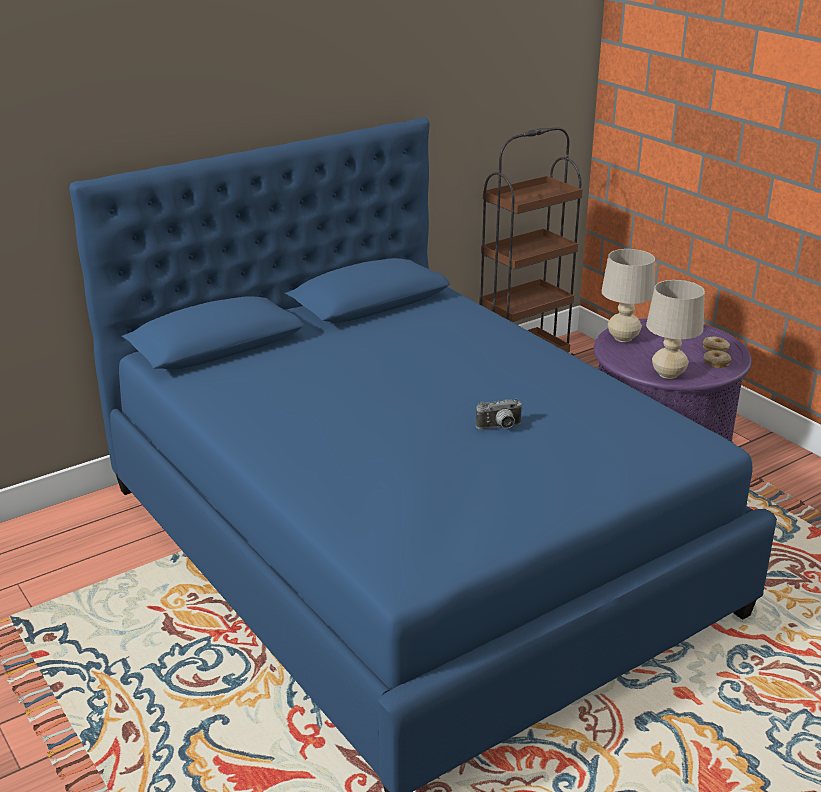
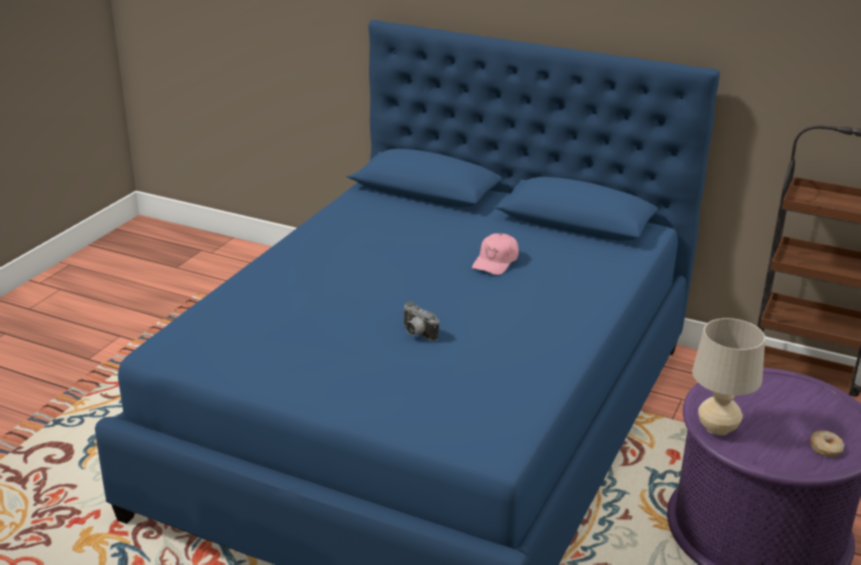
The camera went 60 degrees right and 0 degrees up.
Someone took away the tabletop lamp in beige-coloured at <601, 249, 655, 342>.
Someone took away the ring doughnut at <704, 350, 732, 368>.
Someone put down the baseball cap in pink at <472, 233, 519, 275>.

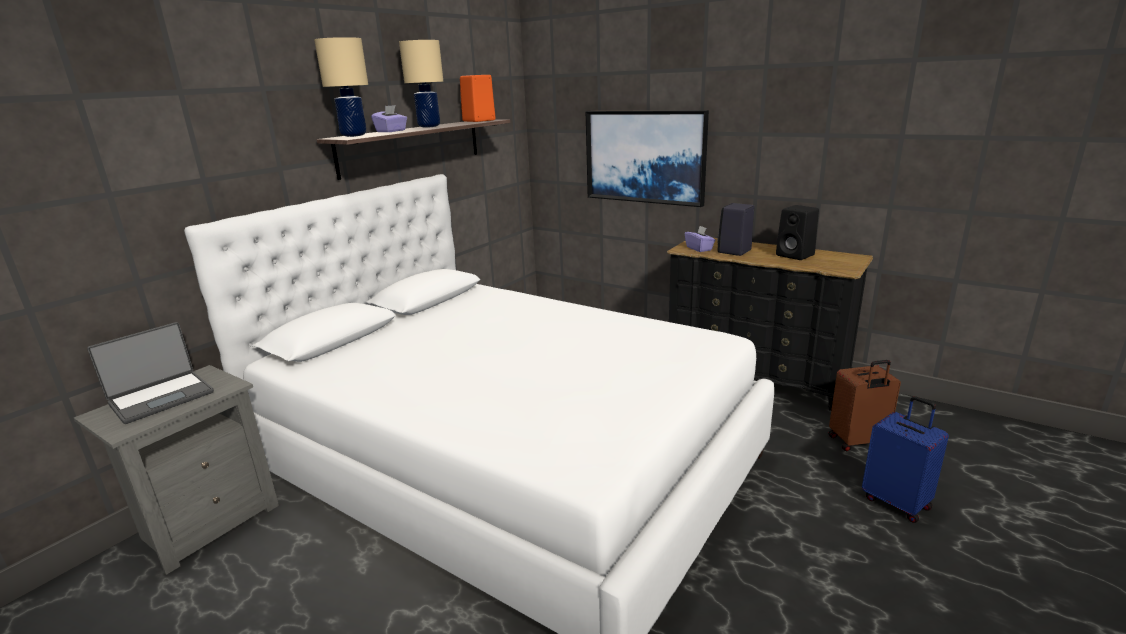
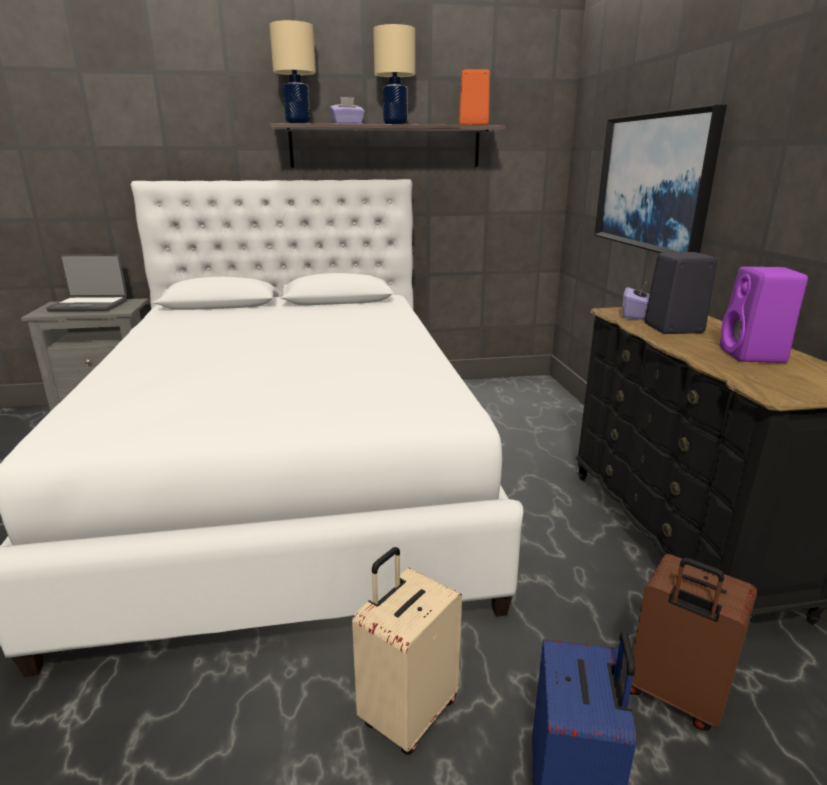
The camera went 45 degrees right and 0 degrees up.
Someone repainted the loudspeaker in black-coloured at <776, 205, 819, 260>, which became the loudspeaker in purplish at <720, 267, 808, 363>.
Someone put down the travel case in beige-coloured at <352, 547, 462, 755>.

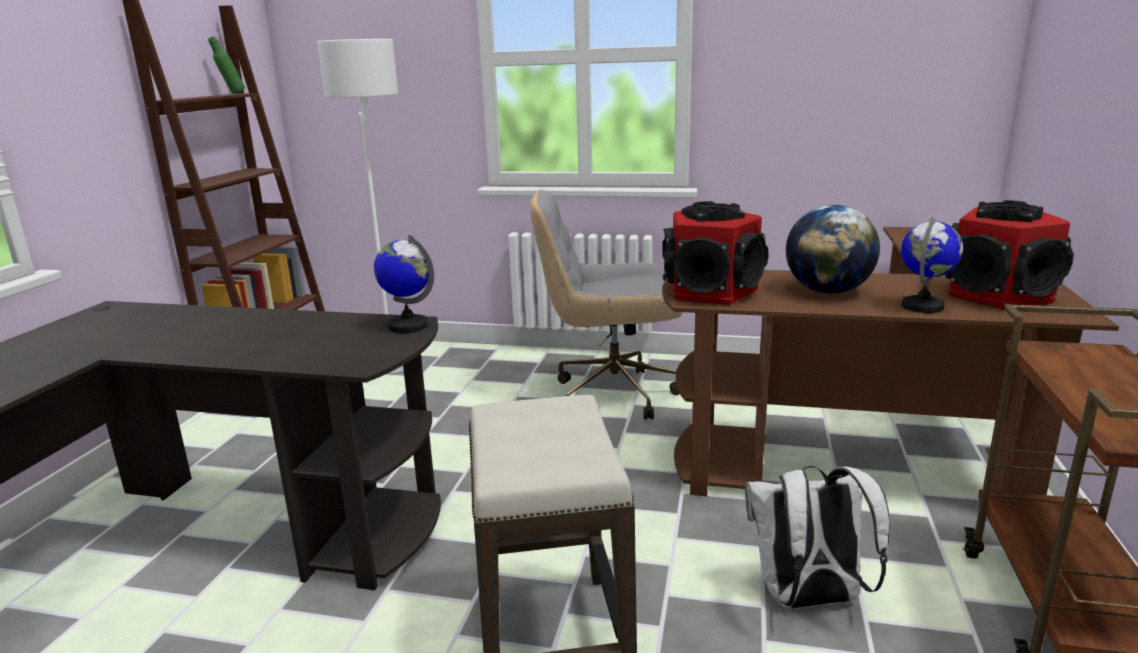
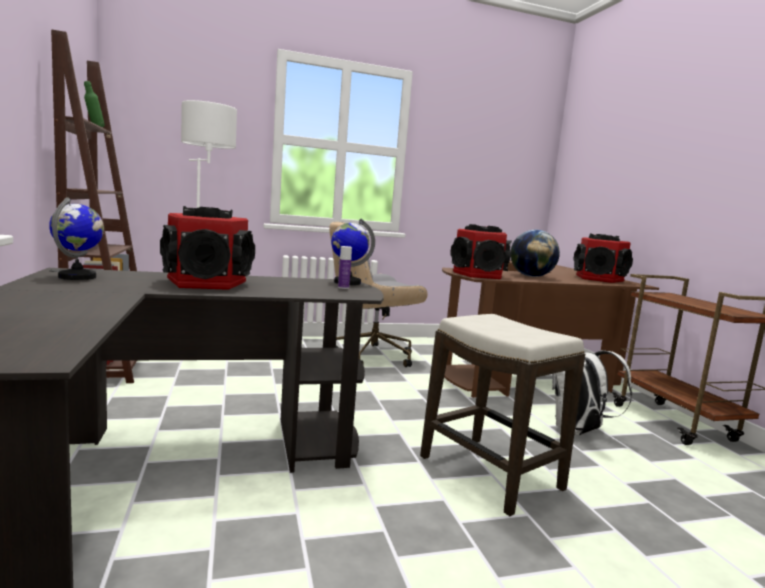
The camera went 30 degrees left and 10 degrees down.
Someone carried the globe from <901, 217, 963, 313> to <49, 197, 104, 280>.
Someone put down the loudspeaker at <160, 206, 255, 290>.
Someone put down the beverage bottle at <338, 246, 352, 289>.

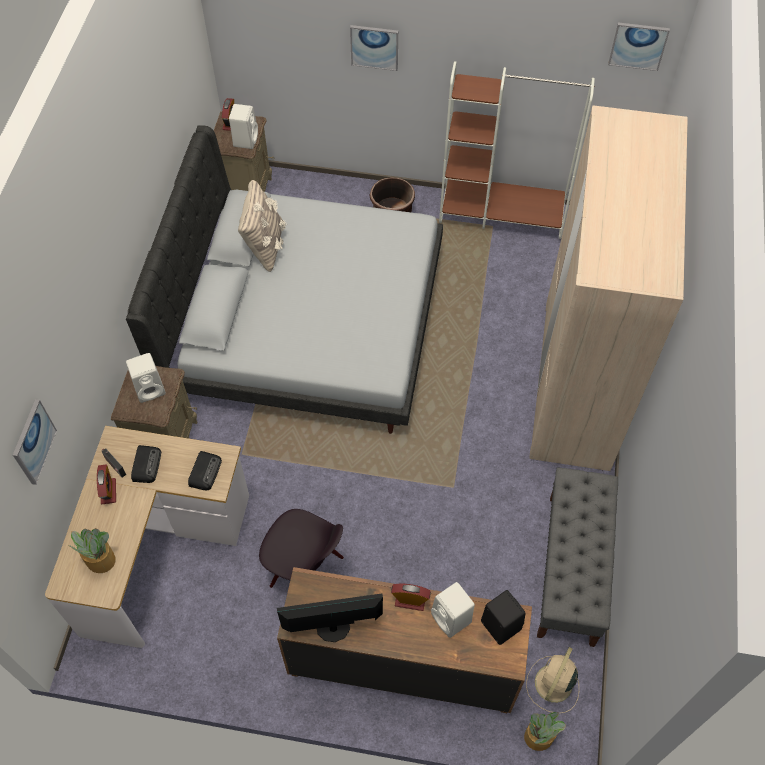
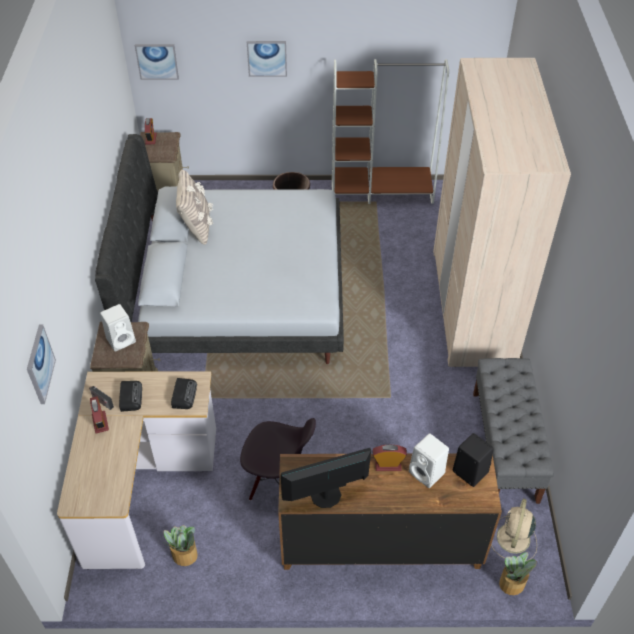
The camera went 10 degrees left and 10 degrees down.
Someone carried the wall art from <608, 23, 670, 71> to <135, 44, 179, 80>.
Someone took away the loudspeaker in white-coloured at <229, 104, 258, 149>.
Someone carried the potted plant from <69, 528, 116, 573> to <164, 525, 198, 566>.

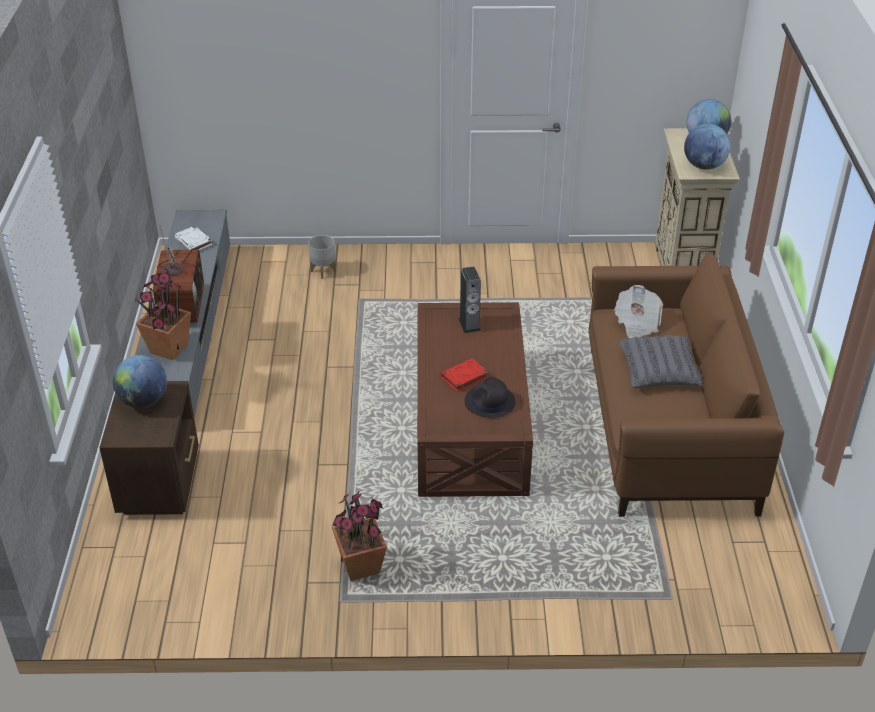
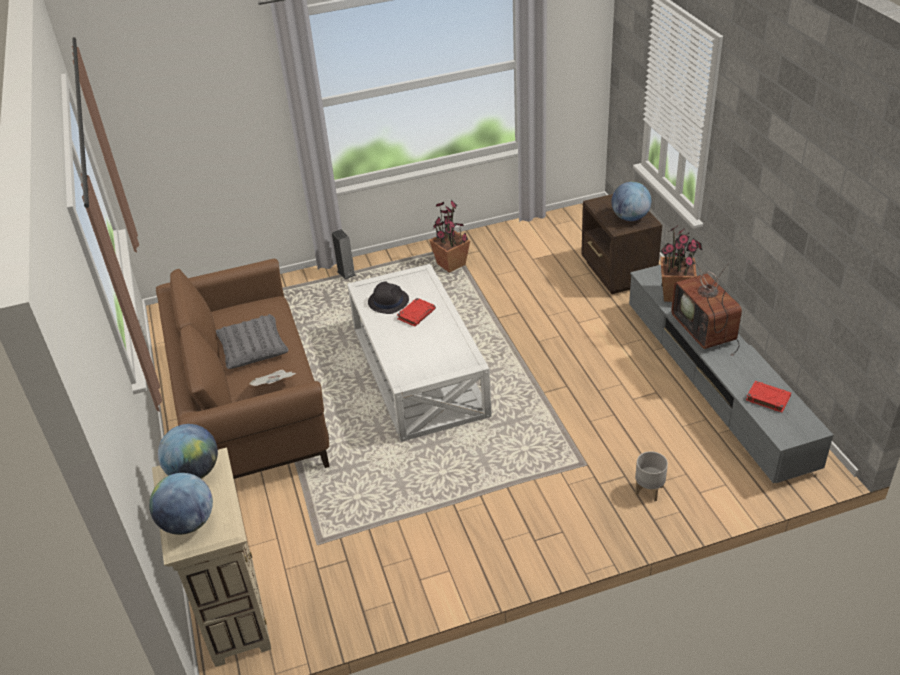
The camera went 165 degrees right and 0 degrees up.
Someone repainted the bound book in white-coloured at <174, 226, 213, 250>, which became the bound book in reddish at <746, 381, 791, 412>.
Someone carried the loudspeaker from <459, 267, 481, 333> to <332, 229, 356, 279>.
Someone repainted the low table in brownish at <417, 302, 533, 497>, which became the low table in white-coloured at <347, 264, 492, 442>.

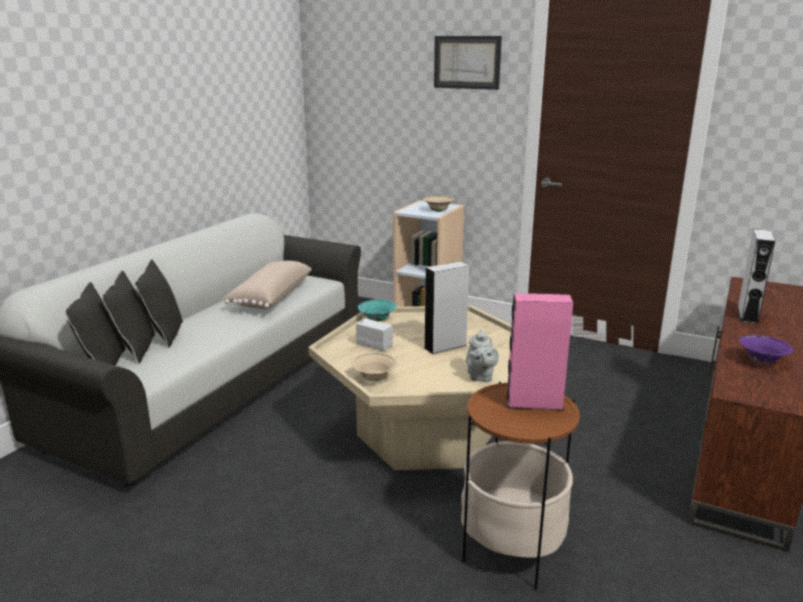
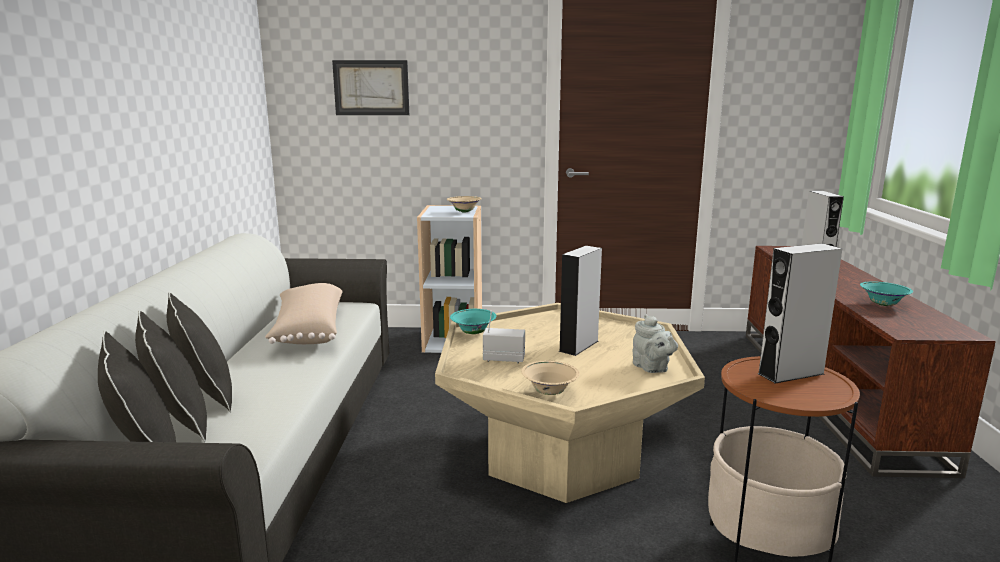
The camera went 25 degrees left and 5 degrees down.
Someone carried the wall art from <434, 36, 502, 90> to <332, 60, 409, 115>.
Someone repainted the loudspeaker in pink at <506, 293, 573, 410>, which became the loudspeaker in greyish at <757, 243, 842, 383>.
Someone repainted the deep dish in purplish at <739, 335, 793, 364>, which became the deep dish in turquoise at <860, 281, 913, 306>.

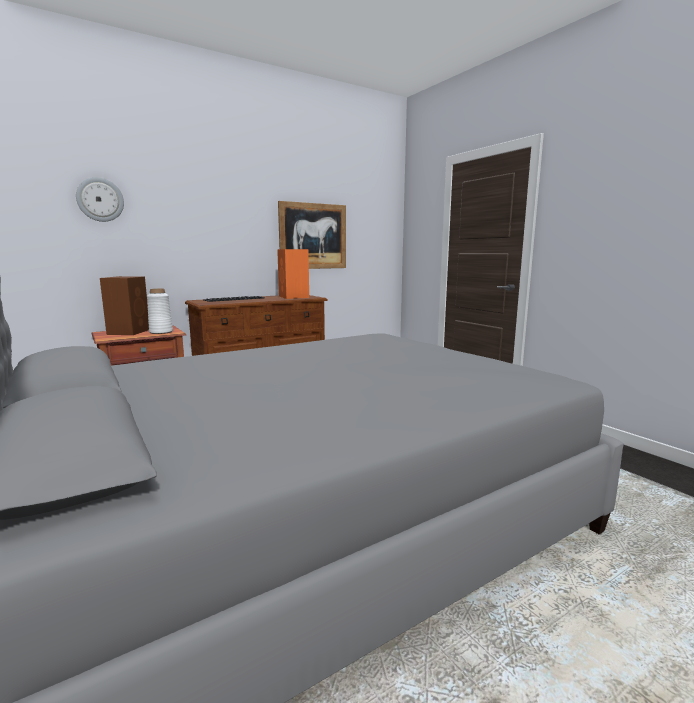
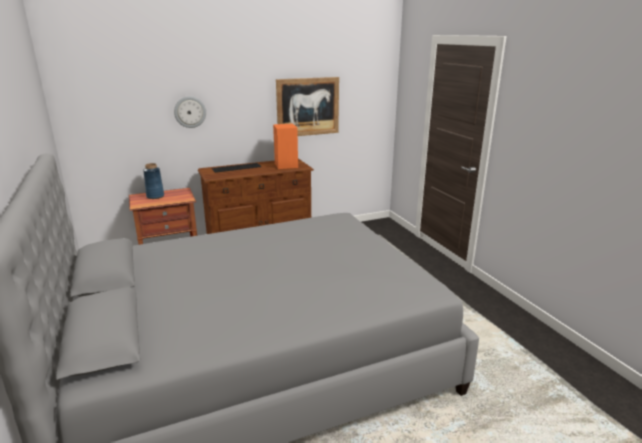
The camera went 10 degrees right and 10 degrees up.
Someone carried the wall clock from <76, 177, 124, 222> to <174, 96, 206, 128>.
Someone swapped the loudspeaker in brownish at <100, 276, 149, 335> for the vase in bluish at <143, 163, 164, 199>.
Someone took away the vase in white-coloured at <147, 289, 173, 334>.

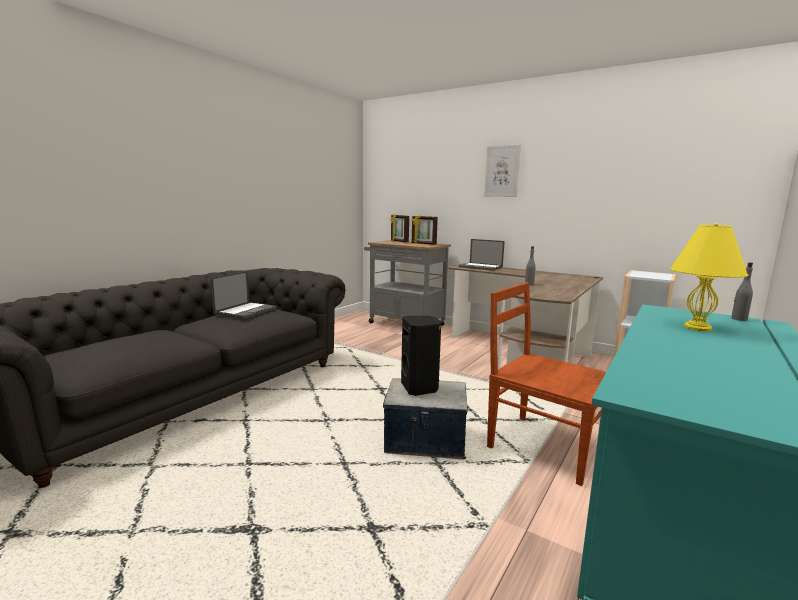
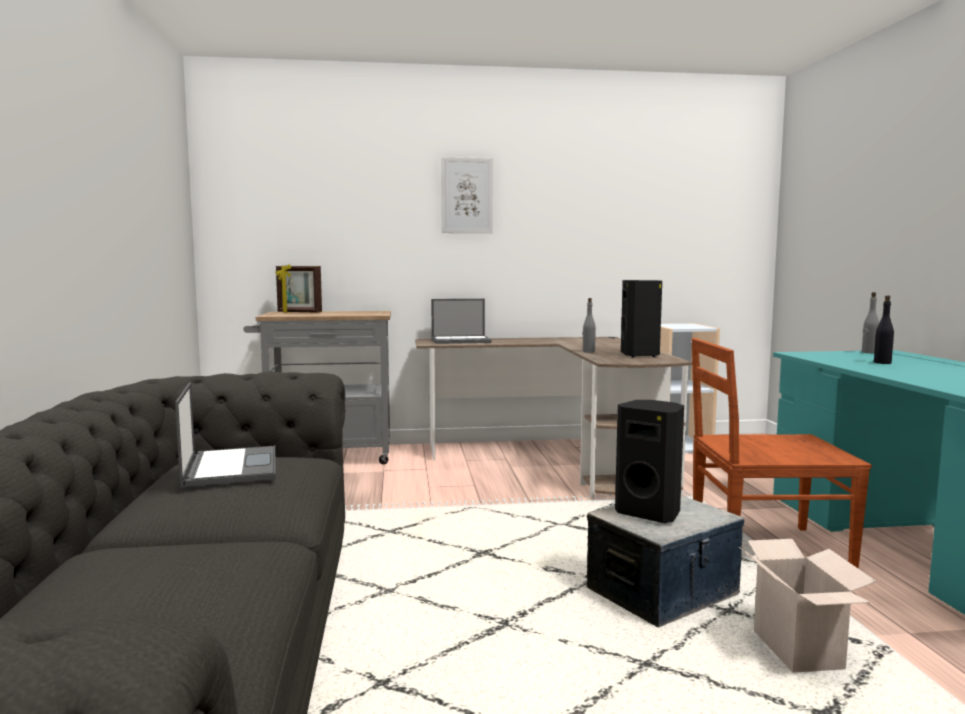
The camera went 40 degrees left and 5 degrees down.
Someone took away the photo frame at <412, 215, 438, 245>.
Someone swapped the tabletop lamp in yellowish at <670, 223, 748, 332> for the beverage bottle in black-coloured at <874, 296, 894, 364>.
Someone put down the loudspeaker in black-coloured at <621, 280, 662, 358>.
Someone put down the carton at <739, 539, 877, 673>.

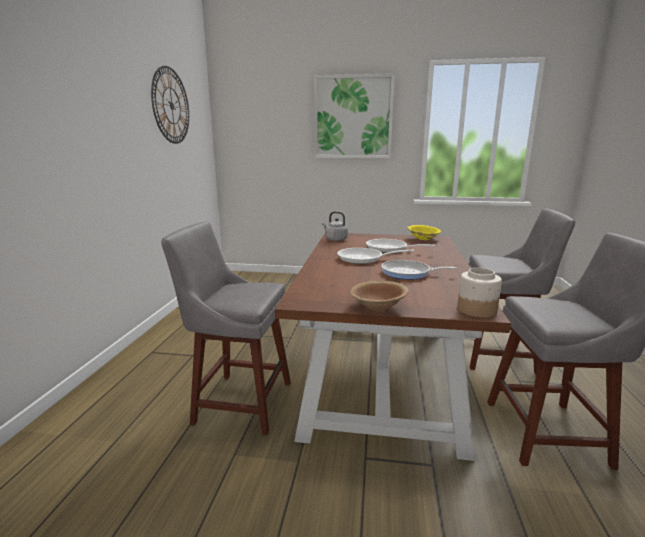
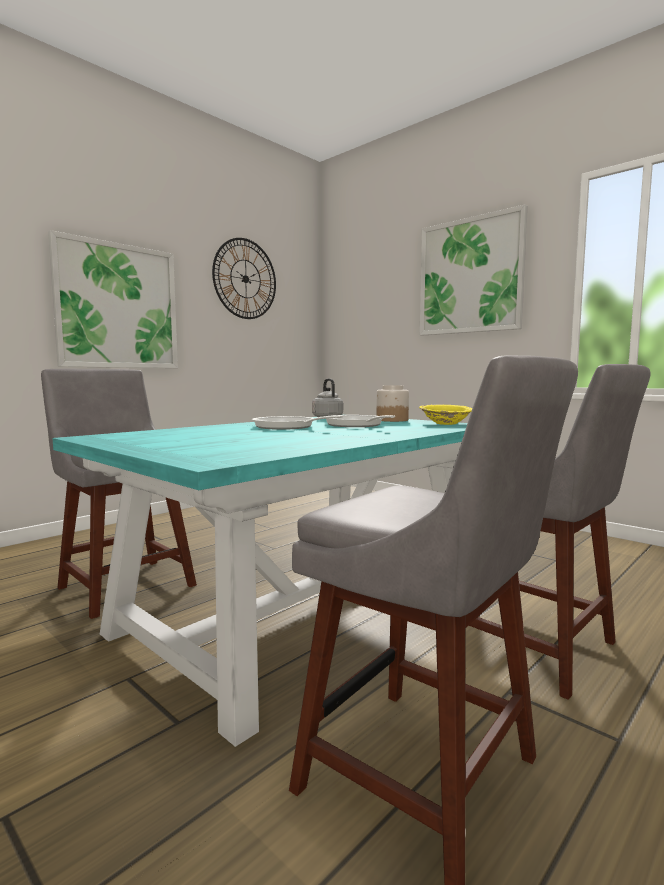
The camera went 35 degrees right and 10 degrees down.
Someone repainted the kitchen table in brownish at <275, 233, 511, 461>, which became the kitchen table in turquoise at <53, 417, 467, 747>.
Someone took away the skillet at <381, 260, 456, 280>.
Someone carried the preserve jar from <457, 268, 502, 318> to <376, 385, 409, 422>.
Someone took away the deep dish in brownish at <350, 281, 409, 310>.
Someone put up the wall art at <48, 230, 178, 368>.

